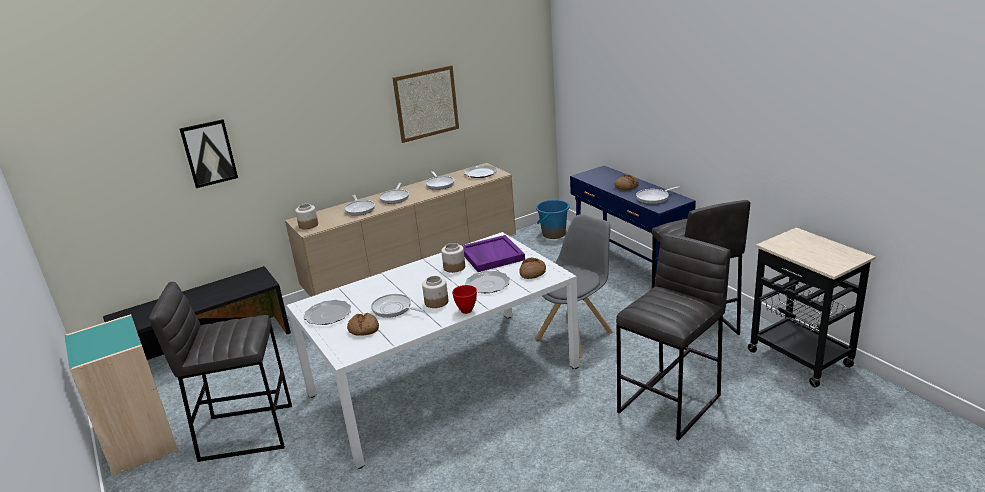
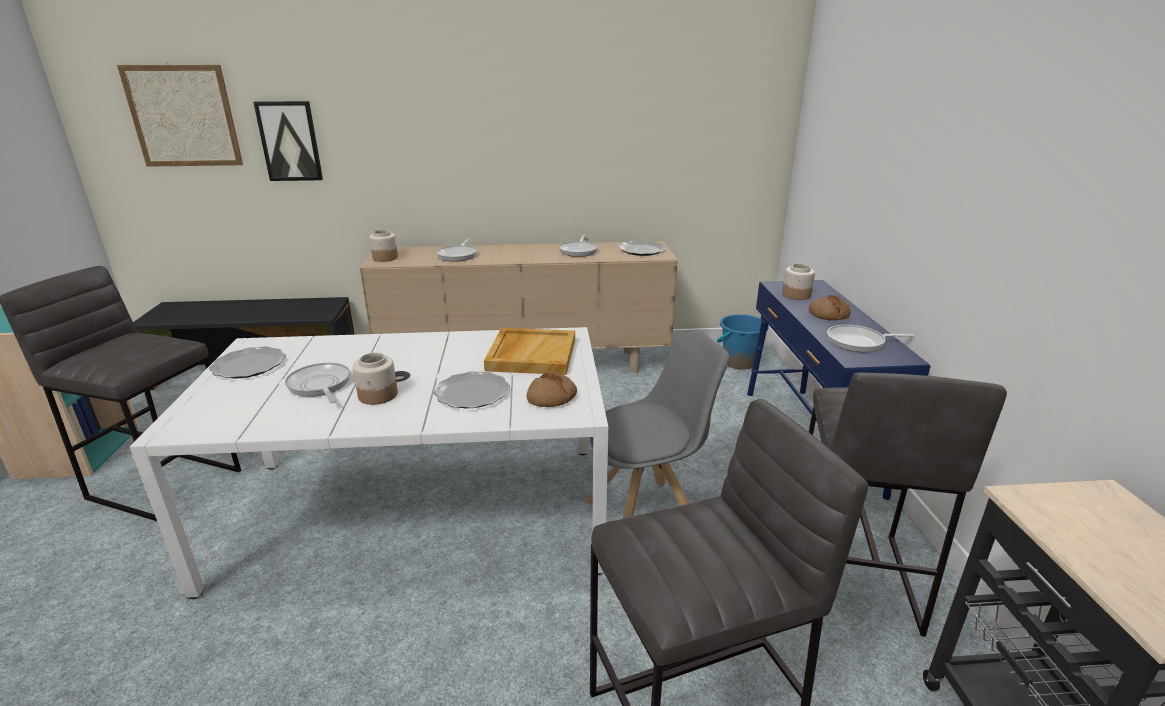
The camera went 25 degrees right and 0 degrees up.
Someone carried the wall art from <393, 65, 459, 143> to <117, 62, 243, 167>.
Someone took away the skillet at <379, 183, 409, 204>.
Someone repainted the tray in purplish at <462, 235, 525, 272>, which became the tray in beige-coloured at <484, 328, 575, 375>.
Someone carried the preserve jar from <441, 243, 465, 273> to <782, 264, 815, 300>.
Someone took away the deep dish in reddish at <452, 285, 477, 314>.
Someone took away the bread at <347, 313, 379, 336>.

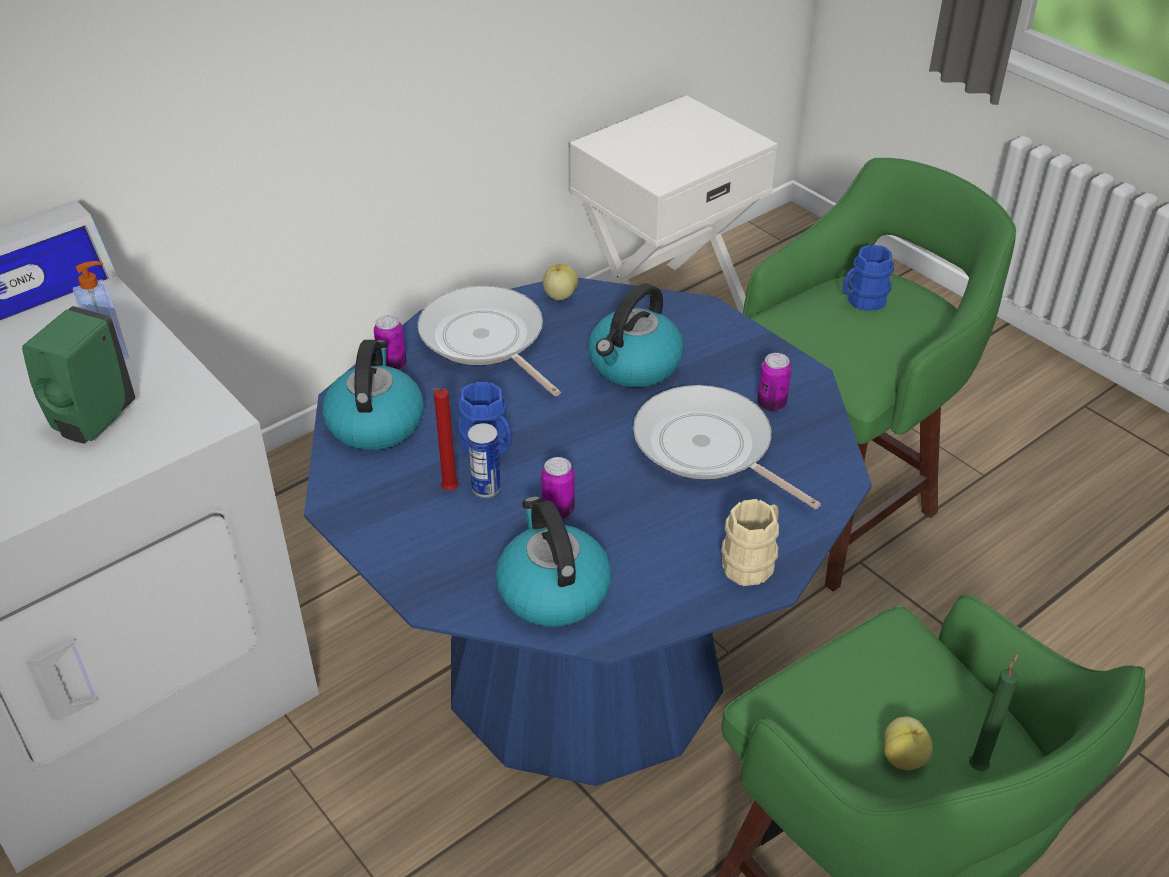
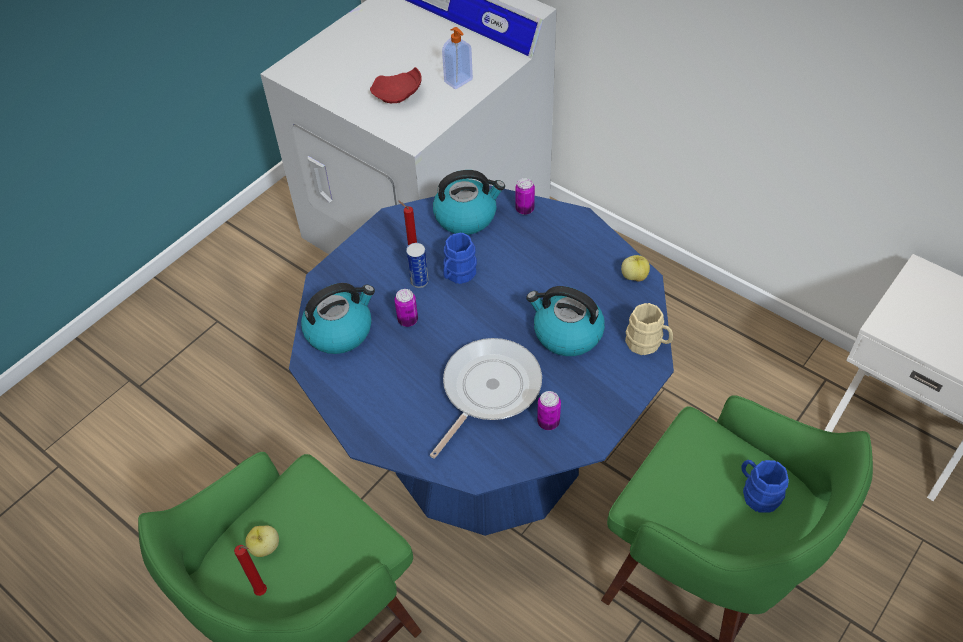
The camera went 80 degrees right and 10 degrees up.
Someone took away the skillet at <418, 286, 561, 396>.
Someone swapped the soap bottle in greenish at <22, 306, 135, 444> for the flat dish in reddish at <370, 67, 422, 103>.
Someone carried the mug in beige-coloured from <721, 499, 779, 586> to <625, 303, 673, 355>.
Someone repainted the wax light in greenish at <969, 652, 1019, 771>, which became the wax light in reddish at <234, 545, 267, 596>.

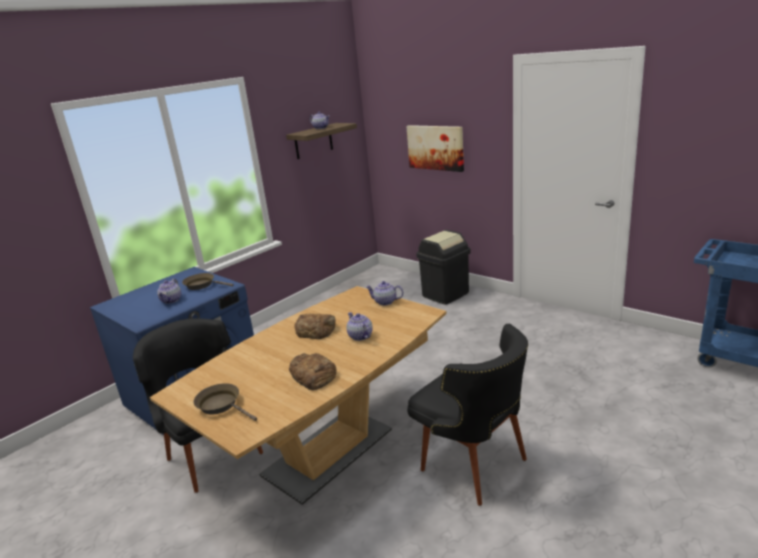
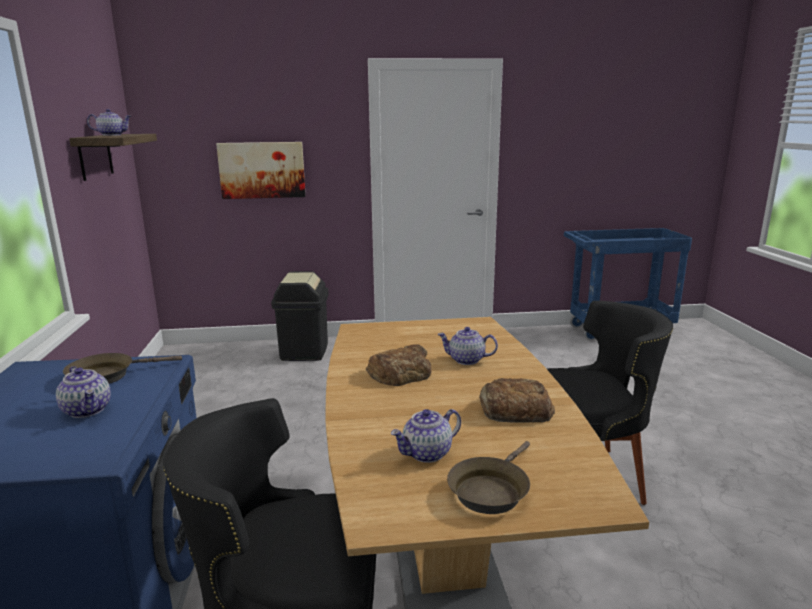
The camera went 50 degrees left and 5 degrees down.
Someone carried the tea pot from <366, 281, 403, 306> to <391, 409, 461, 463>.
Someone rotated the skillet in brownish at <194, 383, 257, 421> by 45 degrees counterclockwise.

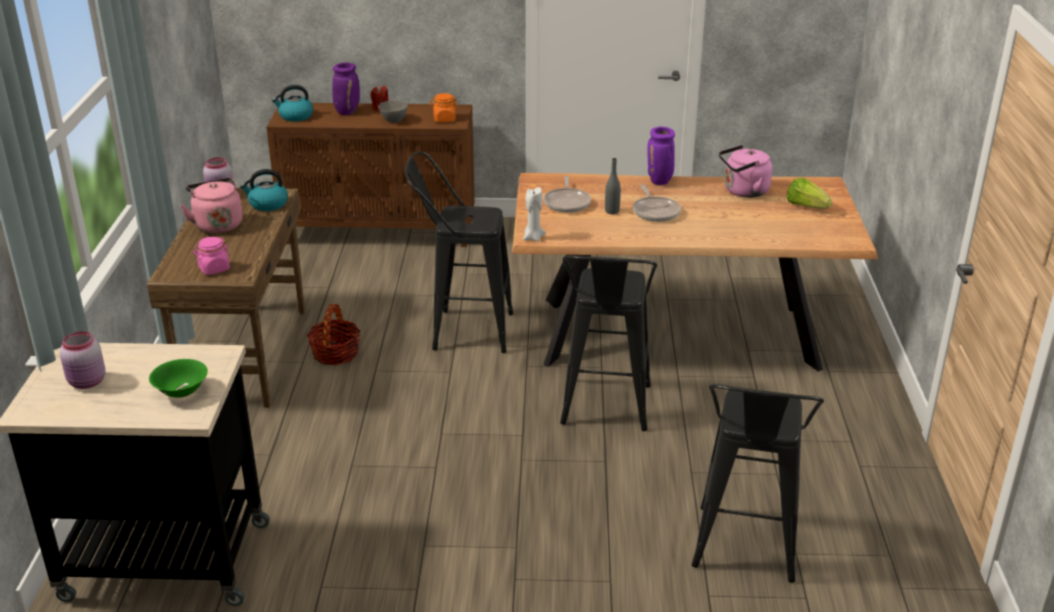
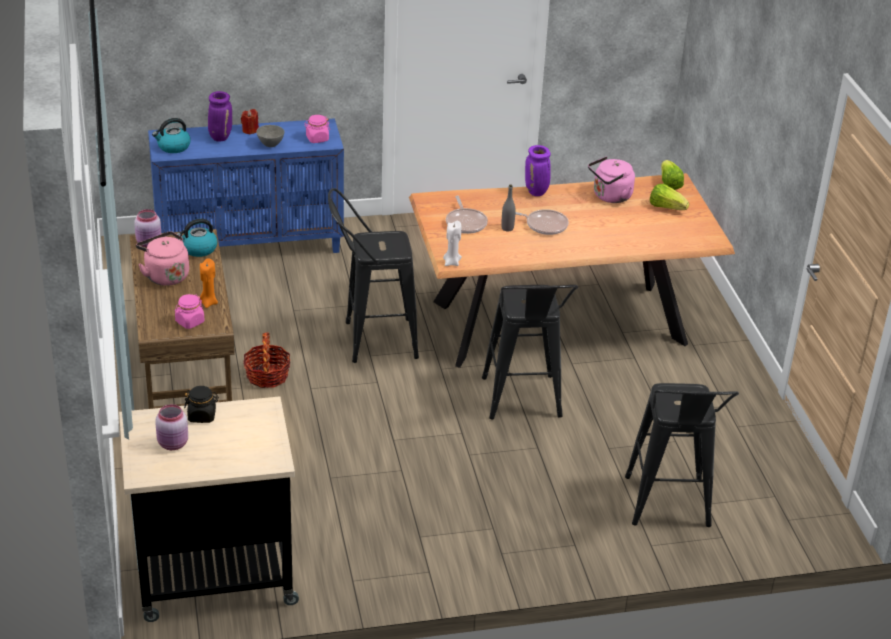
The camera went 15 degrees left and 5 degrees up.
Someone repainted the preserve jar in orangey at <430, 93, 458, 122>, which became the preserve jar in pink at <304, 115, 330, 143>.
Someone repainted the cabinet in brownish at <266, 103, 475, 247>, which became the cabinet in bluish at <148, 118, 344, 253>.
Someone rotated the skillet at <633, 185, 681, 222> by 45 degrees counterclockwise.
Someone took away the deep dish in greenish at <149, 359, 208, 398>.
Someone put down the head of lettuce at <661, 160, 684, 190>.
Someone put down the wax light in orangey at <200, 259, 218, 308>.
Someone put down the preserve jar in black-coloured at <184, 386, 219, 423>.

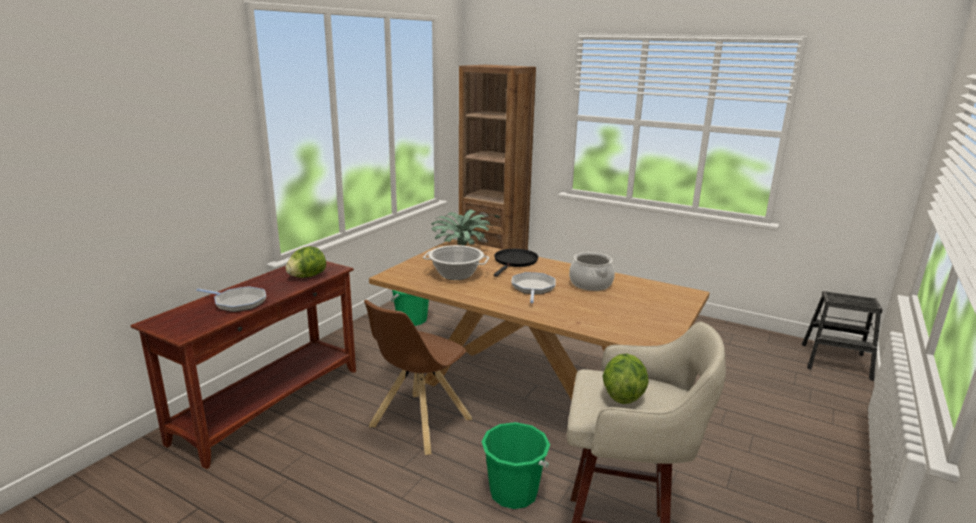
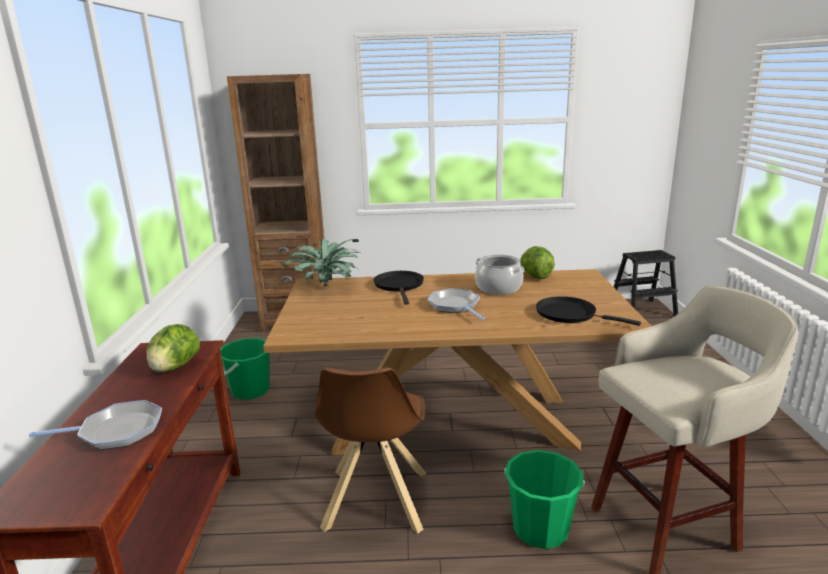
The camera went 30 degrees left and 0 degrees up.
Someone took away the saucepot at <423, 245, 489, 280>.
Someone carried the head of lettuce from <603, 353, 649, 404> to <520, 246, 555, 279>.
Someone put down the skillet in black-coloured at <536, 296, 641, 326>.

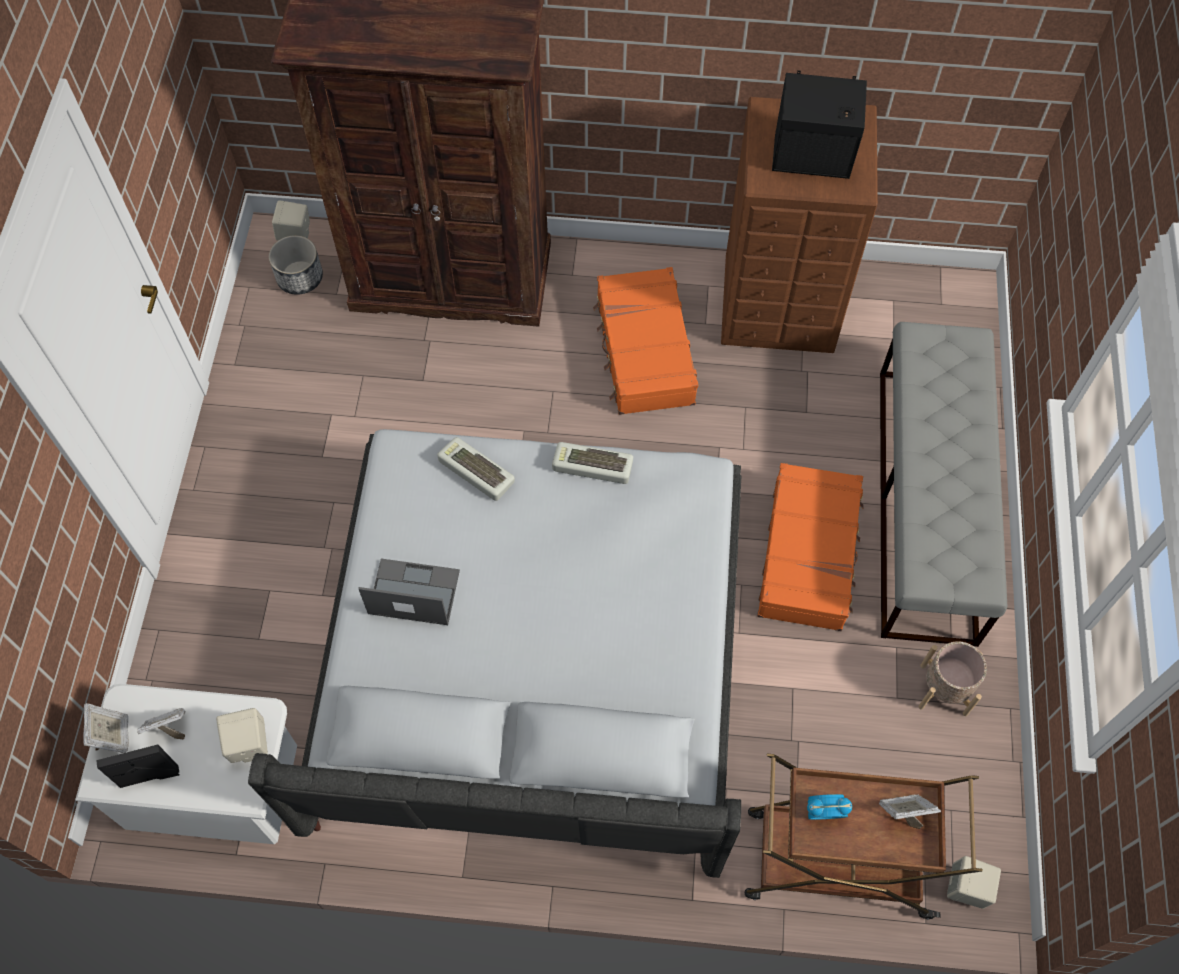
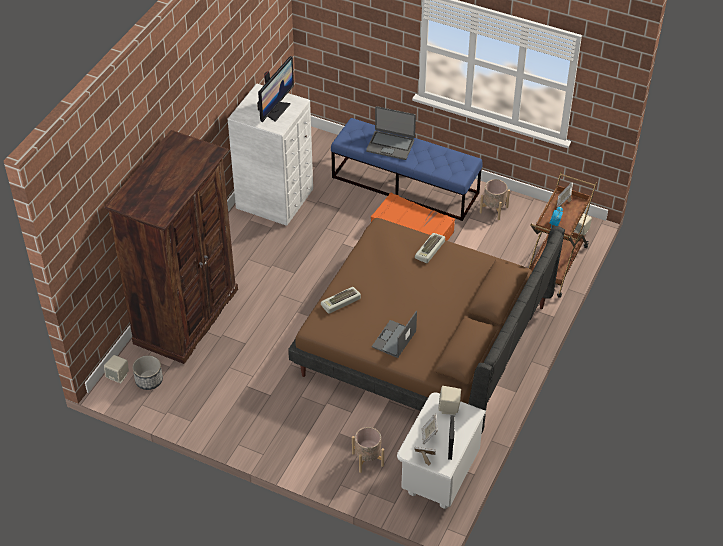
The camera went 70 degrees left and 15 degrees down.
Someone swapped the loudspeaker in black-coloured at <772, 70, 867, 179> for the computer screen at <257, 56, 294, 122>.
Someone repainted the dresser in brownish at <721, 97, 878, 353>, which became the dresser in white-coloured at <228, 84, 313, 226>.
Someone took away the travel case in orangey at <593, 267, 698, 415>.
Someone repainted the bench in greyish at <880, 322, 1007, 647>, which became the bench in bluish at <331, 118, 483, 221>.
Someone repainted the bed in greyish at <248, 429, 742, 878>, which became the bed in brownish at <288, 218, 565, 433>.
Someone carried the keyboard from <552, 442, 633, 484> to <415, 233, 445, 263>.
Someone put down the notebook computer at <366, 106, 416, 160>.
Someone put down the flower pot in beige-coloured at <352, 427, 384, 473>.

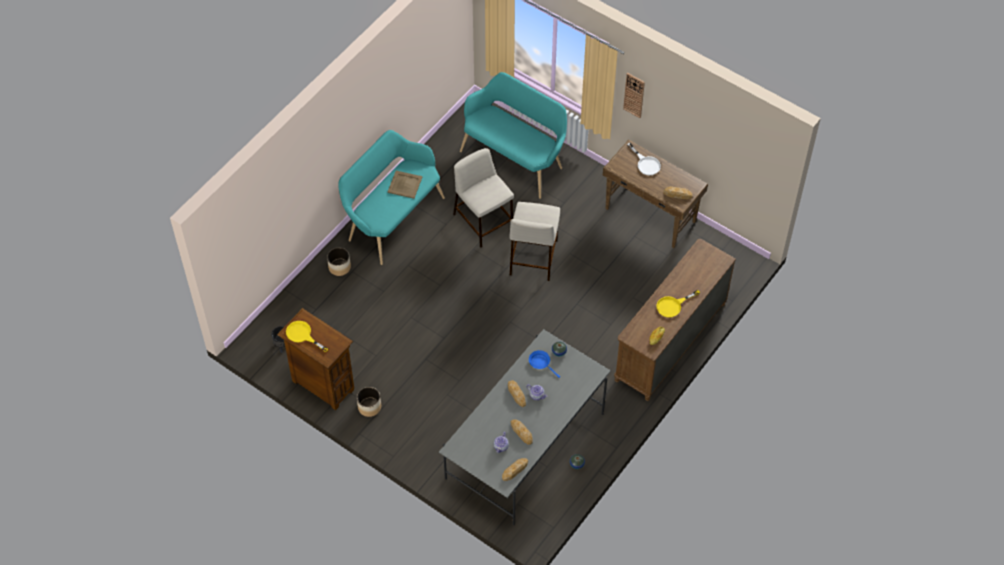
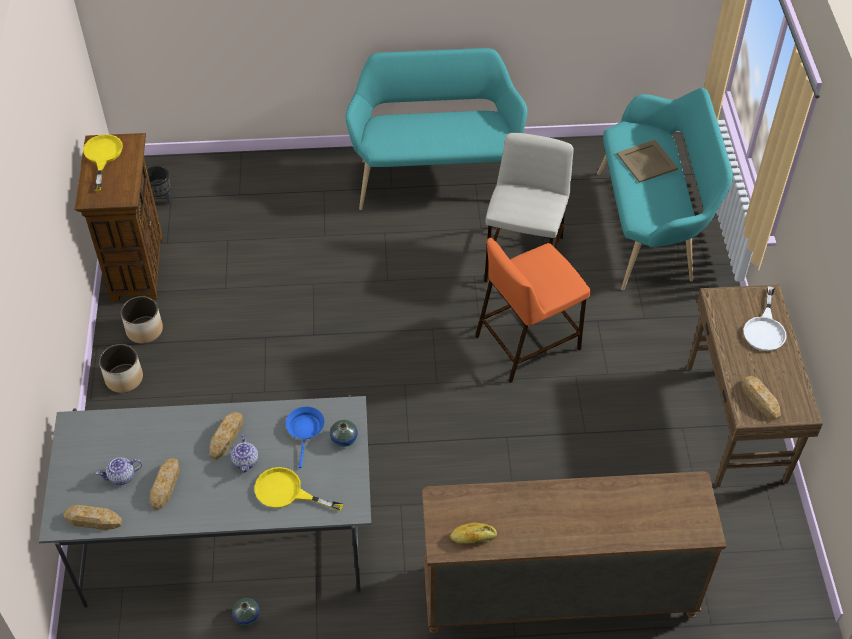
The camera went 50 degrees right and 5 degrees down.
Someone took away the wall clock at <623, 73, 645, 118>.
Someone carried the tray in beige-coloured from <388, 171, 422, 199> to <617, 140, 678, 183>.
Someone repainted the stool seat in beige-coloured at <510, 202, 560, 281>, which became the stool seat in orangey at <475, 238, 590, 383>.
Someone carried the flower pot from <327, 247, 351, 276> to <99, 344, 143, 393>.
Someone carried the skillet in yellowish from <656, 290, 700, 318> to <254, 467, 343, 511>.

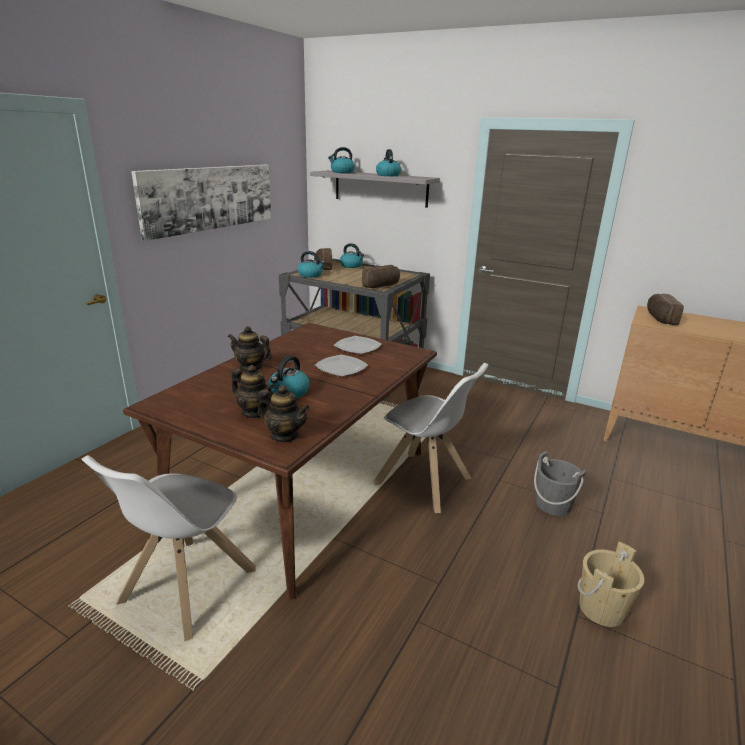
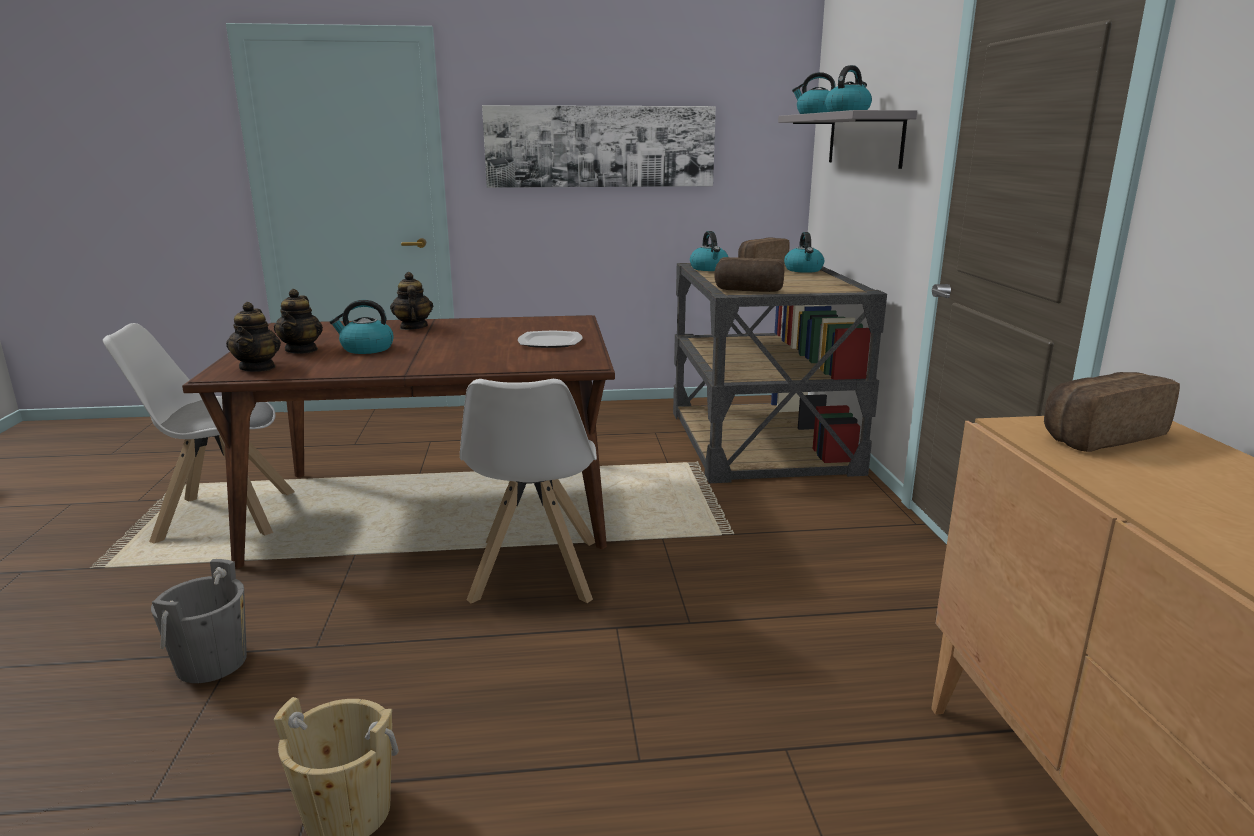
The camera went 55 degrees right and 5 degrees down.
Someone took away the flat dish at <315, 355, 368, 377>.
Someone carried the water bucket in greyish from <534, 451, 586, 516> to <151, 559, 247, 683>.

